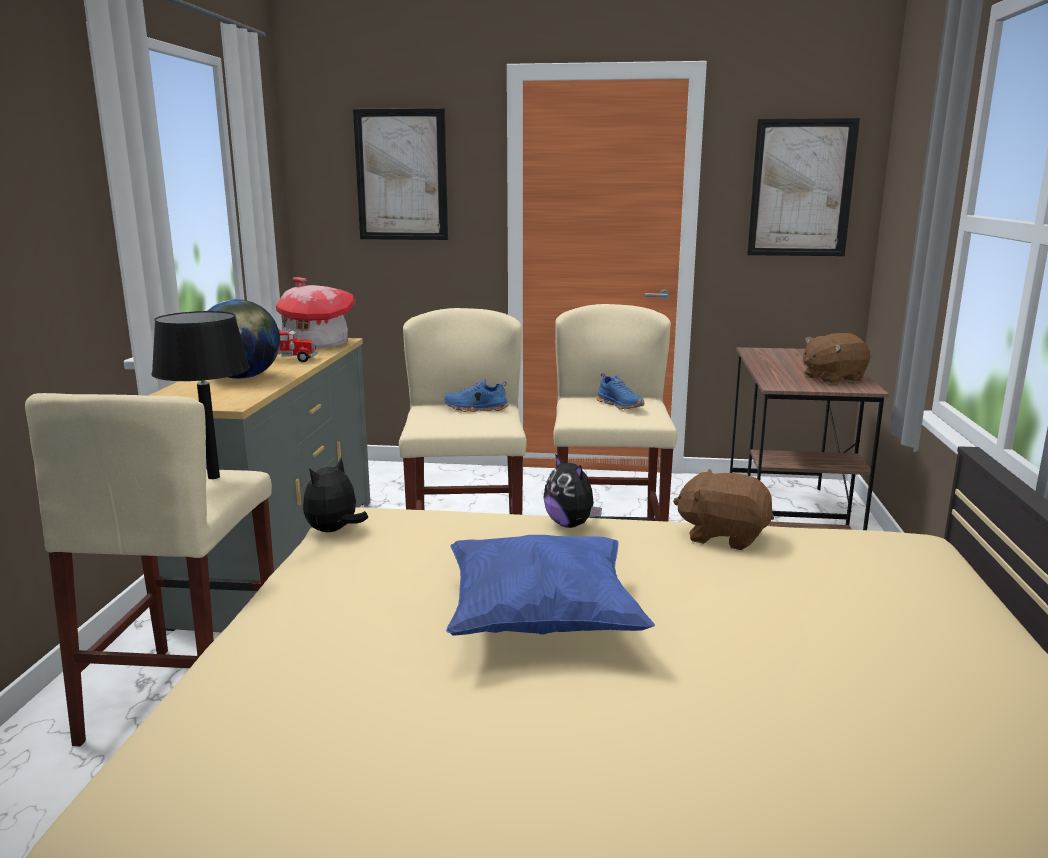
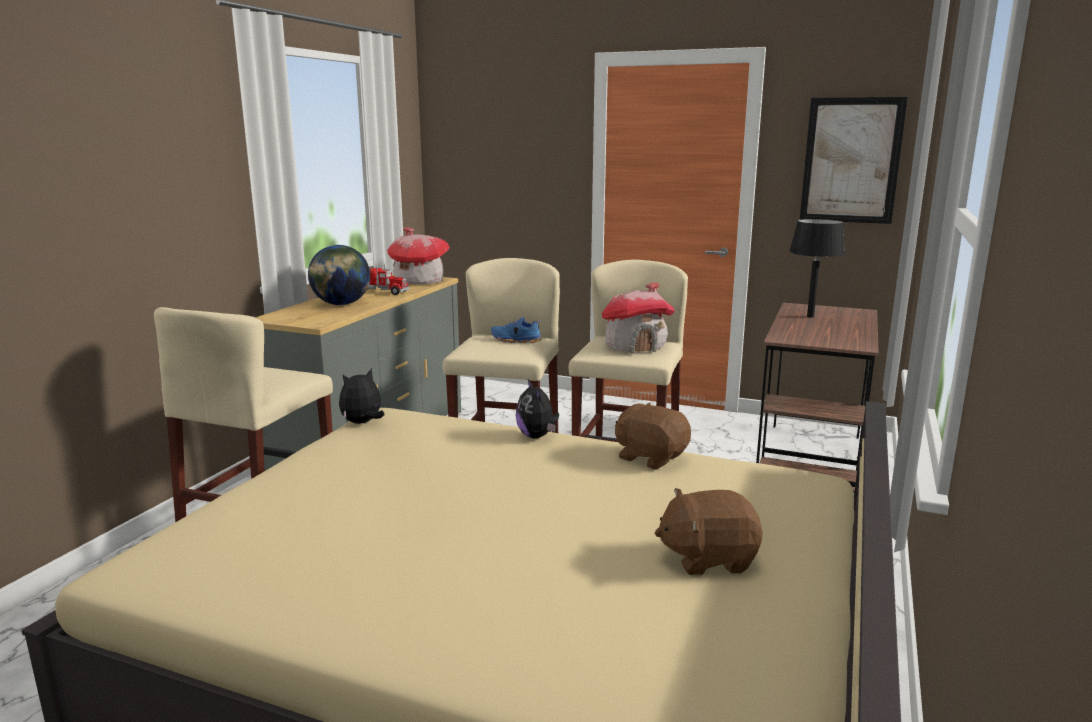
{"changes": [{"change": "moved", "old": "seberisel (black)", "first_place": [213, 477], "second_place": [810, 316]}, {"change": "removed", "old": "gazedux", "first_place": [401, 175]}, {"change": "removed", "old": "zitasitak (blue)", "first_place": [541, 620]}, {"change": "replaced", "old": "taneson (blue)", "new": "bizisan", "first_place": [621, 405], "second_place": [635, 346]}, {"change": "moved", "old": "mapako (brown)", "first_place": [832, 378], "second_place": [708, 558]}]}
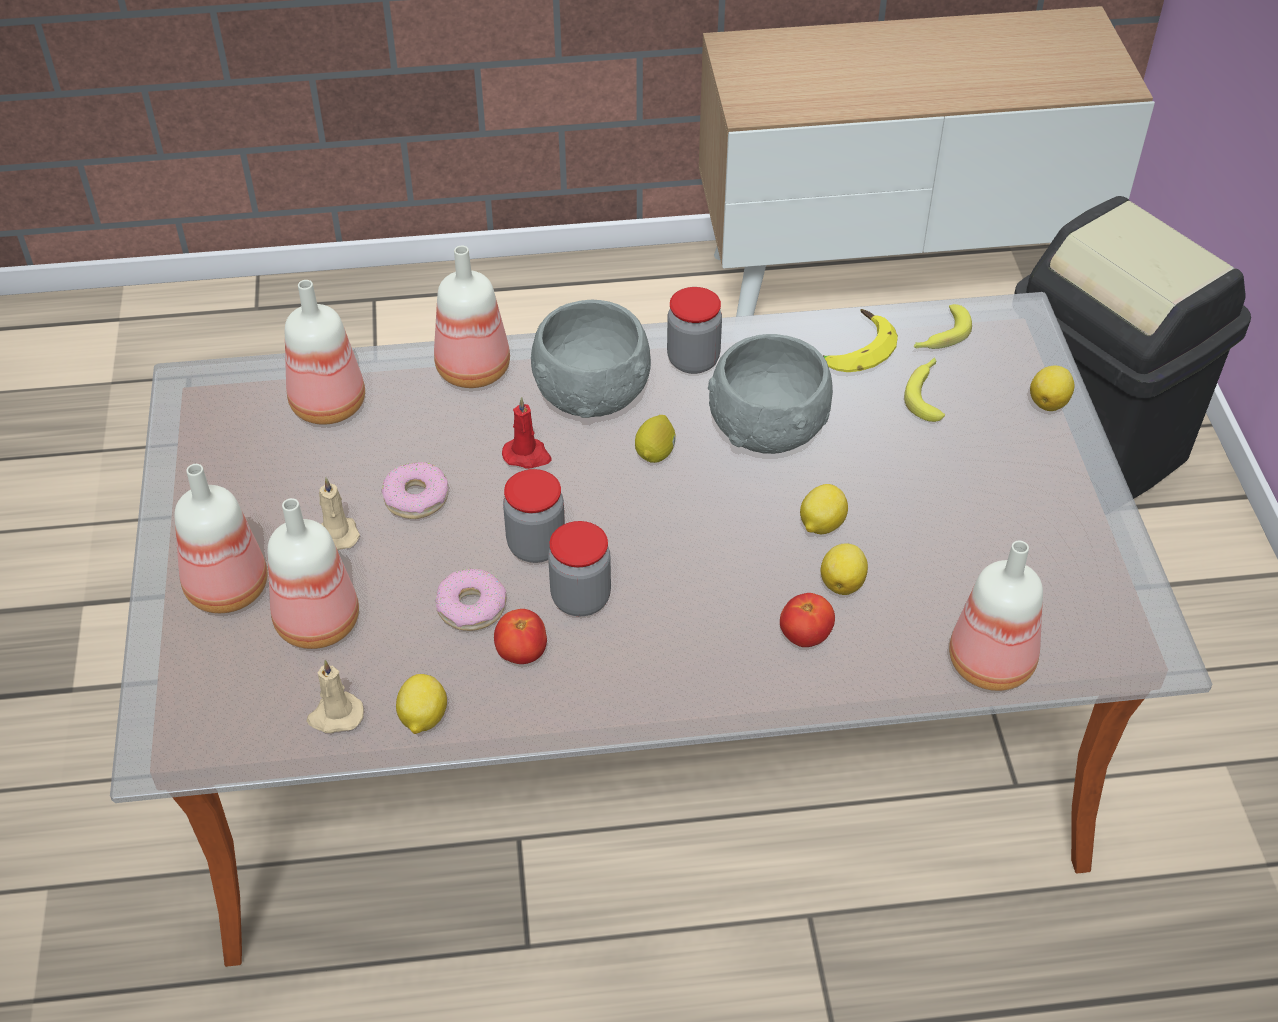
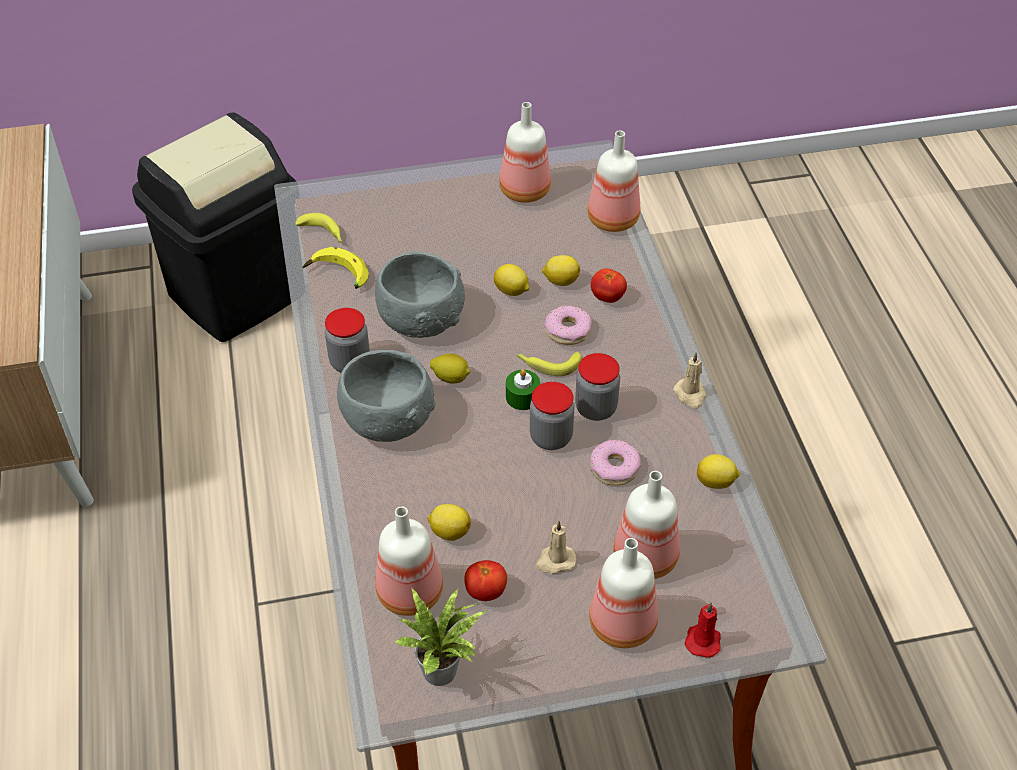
{"changes": [{"change": "moved", "old": "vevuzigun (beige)", "first_place": [335, 716], "second_place": [690, 395]}, {"change": "moved", "old": "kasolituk", "first_place": [416, 497], "second_place": [568, 330]}, {"change": "moved", "old": "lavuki", "first_place": [472, 368], "second_place": [523, 191]}, {"change": "moved", "old": "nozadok", "first_place": [521, 653], "second_place": [486, 591]}, {"change": "moved", "old": "vevuzigun (red)", "first_place": [527, 455], "second_place": [703, 639]}, {"change": "moved", "old": "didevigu", "first_place": [927, 393], "second_place": [548, 364]}, {"change": "moved", "old": "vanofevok", "first_place": [1049, 402], "second_place": [449, 531]}, {"change": "added", "new": "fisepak", "second_place": [444, 671]}, {"change": "added", "new": "vevuzigun (green)", "second_place": [522, 397]}]}
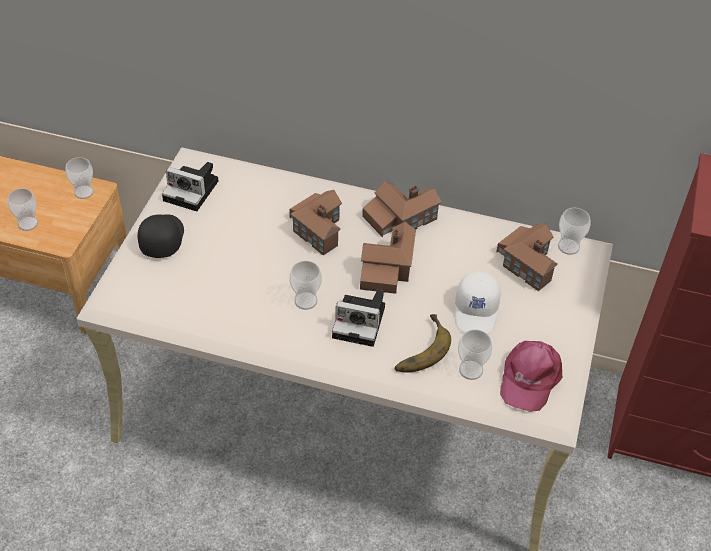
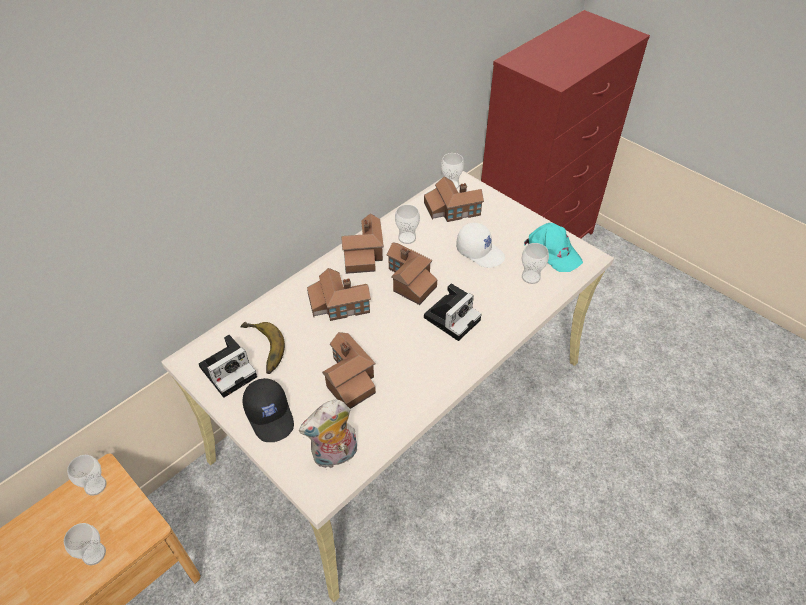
{"changes": [{"change": "turned", "old": "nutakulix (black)", "first_place": [161, 239], "second_place": [271, 415], "degrees": -150}, {"change": "moved", "old": "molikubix", "first_place": [305, 301], "second_place": [407, 238]}, {"change": "moved", "old": "didevigu", "first_place": [418, 348], "second_place": [260, 350]}, {"change": "recoloured", "old": "nutakulix (pink)", "new": "nutakulix (turquoise)", "first_place": [529, 378], "second_place": [552, 252]}, {"change": "added", "new": "mapako", "second_place": [335, 456]}, {"change": "added", "new": "bizisan", "second_place": [349, 378]}]}
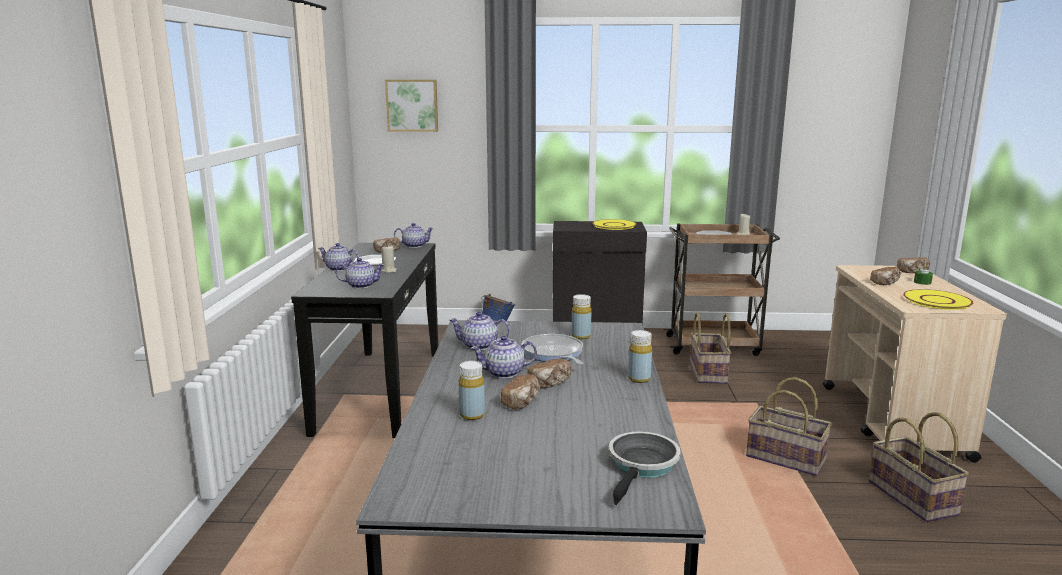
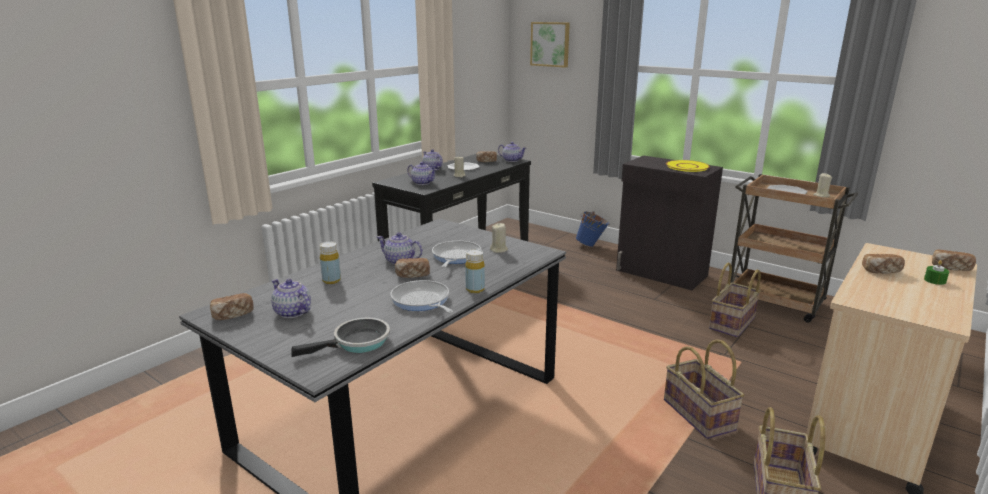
{"changes": [{"change": "moved", "old": "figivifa", "first_place": [480, 346], "second_place": [292, 312]}, {"change": "moved", "old": "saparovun", "first_place": [522, 402], "second_place": [233, 315]}, {"change": "replaced", "old": "lavuki (yellow)", "new": "vevuzigun (beige)", "first_place": [581, 336], "second_place": [499, 250]}, {"change": "removed", "old": "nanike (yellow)", "first_place": [936, 301]}, {"change": "added", "new": "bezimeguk", "second_place": [421, 301]}]}
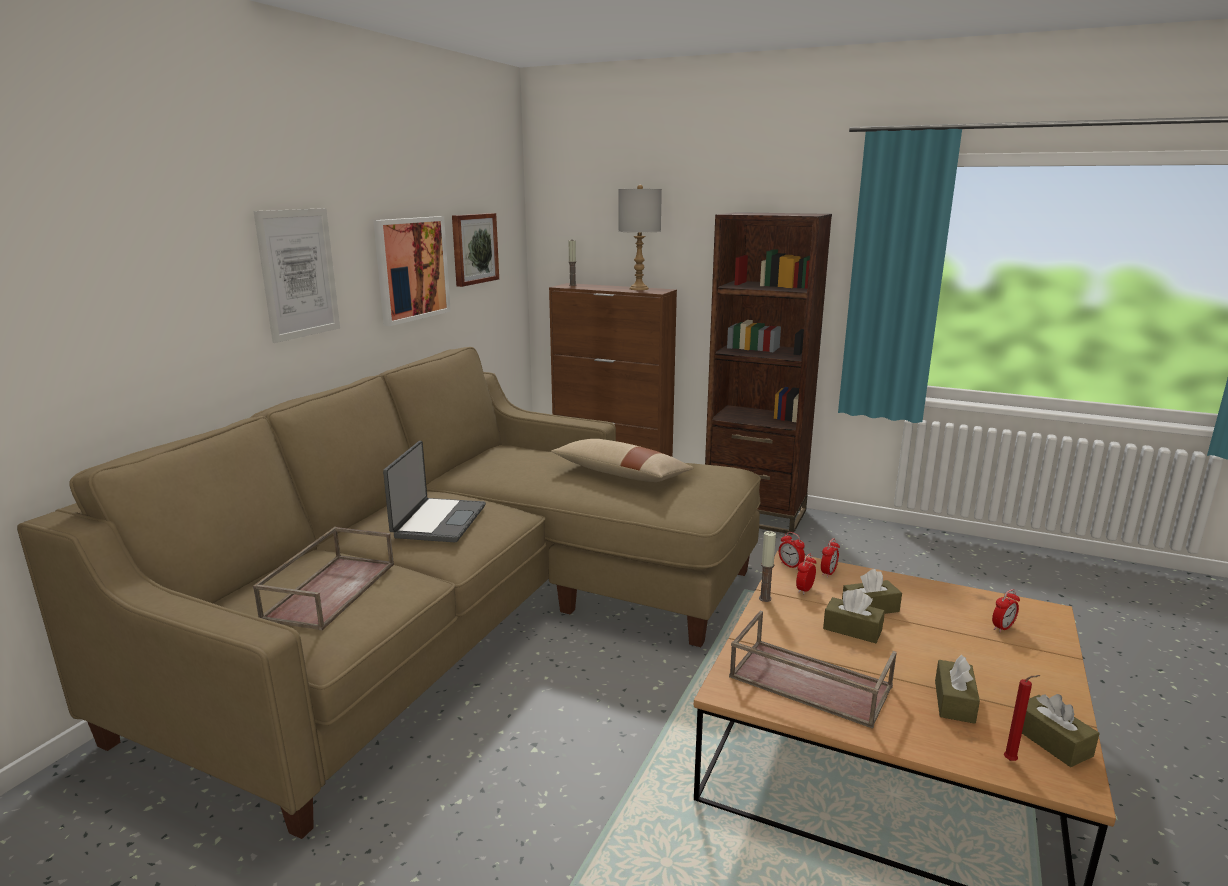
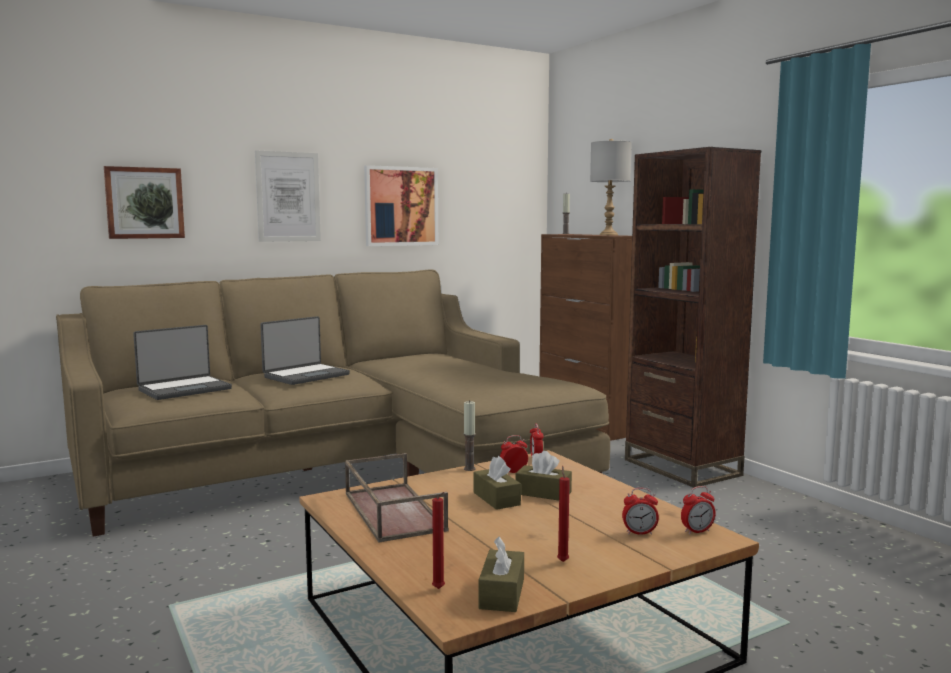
{"changes": [{"change": "replaced", "old": "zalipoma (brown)", "new": "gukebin", "first_place": [330, 589], "second_place": [184, 389]}, {"change": "moved", "old": "gazedux", "first_place": [474, 248], "second_place": [144, 203]}, {"change": "removed", "old": "zitasitak (beige)", "first_place": [621, 474]}, {"change": "moved", "old": "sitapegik", "first_place": [828, 573], "second_place": [697, 531]}, {"change": "removed", "old": "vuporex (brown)", "first_place": [954, 701]}, {"change": "added", "new": "vevuzigun (red)", "second_place": [562, 561]}]}
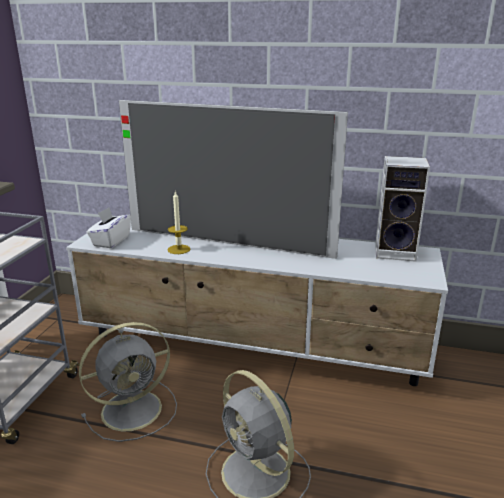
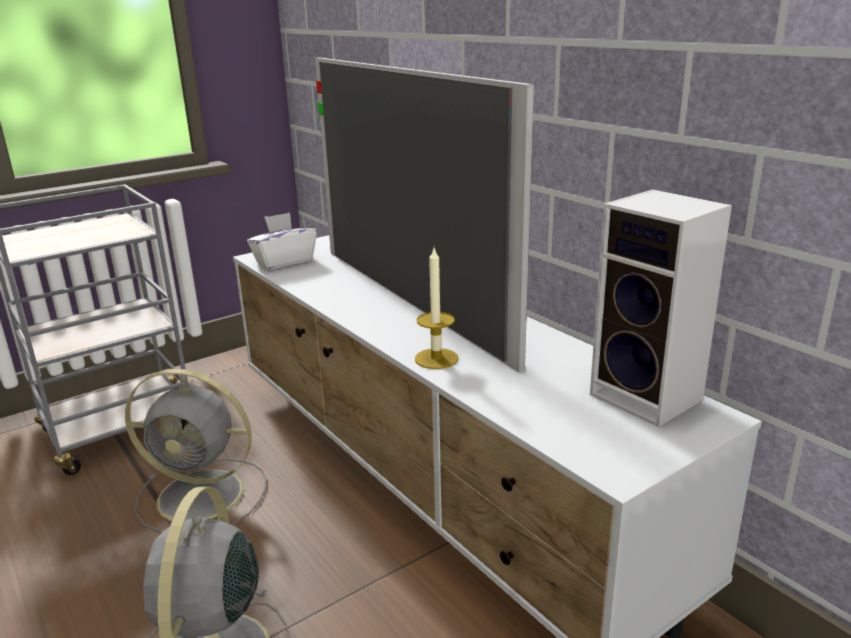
{"changes": [{"change": "moved", "old": "vevuzigun", "first_place": [179, 249], "second_place": [436, 358]}]}
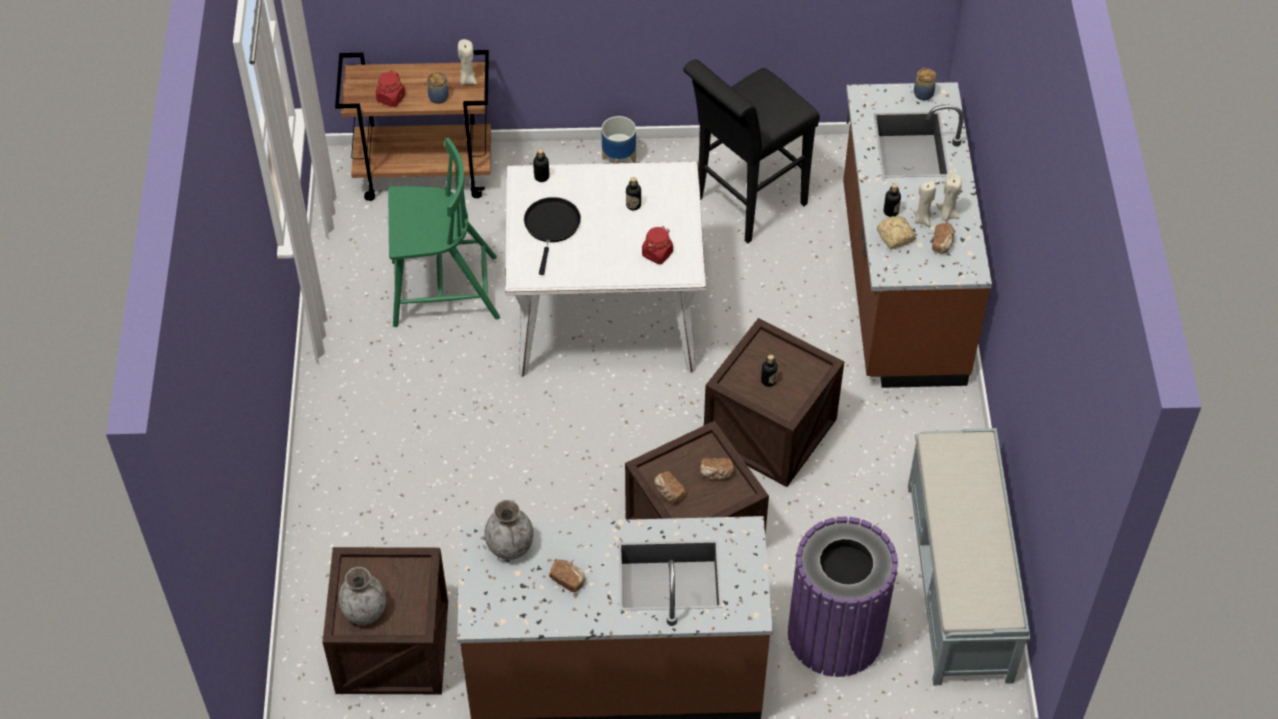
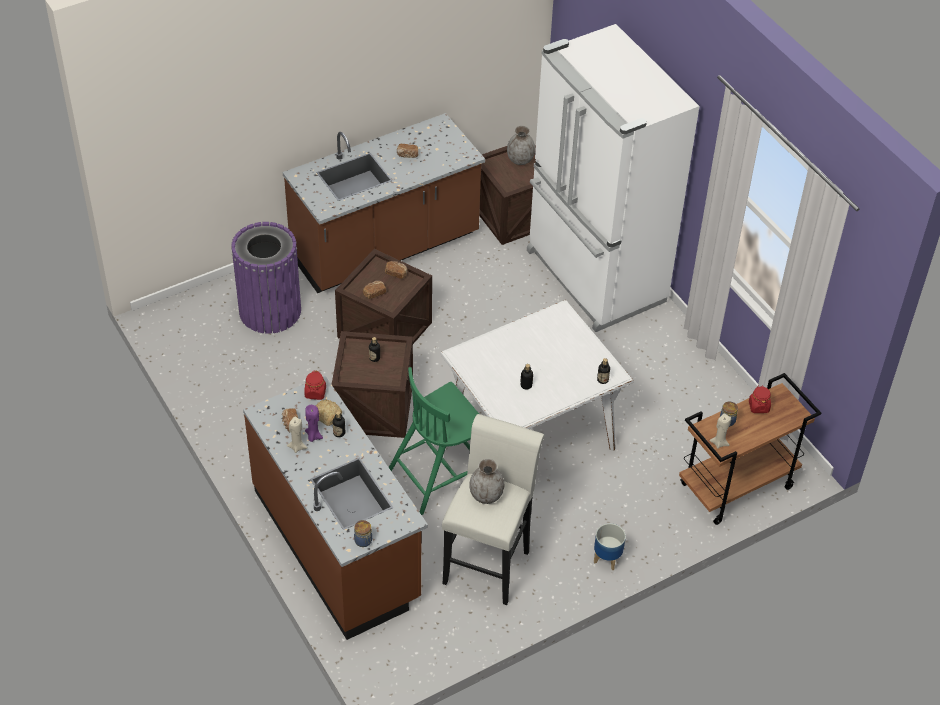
{"changes": [{"change": "moved", "old": "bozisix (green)", "first_place": [442, 291], "second_place": [440, 474]}, {"change": "moved", "old": "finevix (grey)", "first_place": [510, 546], "second_place": [486, 495]}, {"change": "removed", "old": "bezimeguk (black)", "first_place": [551, 227]}, {"change": "moved", "old": "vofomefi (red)", "first_place": [657, 253], "second_place": [315, 393]}, {"change": "recoloured", "old": "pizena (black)", "new": "pizena (white)", "first_place": [744, 205], "second_place": [489, 562]}, {"change": "removed", "old": "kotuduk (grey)", "first_place": [959, 583]}, {"change": "recoloured", "old": "vevuzigun (beige)", "new": "vevuzigun (purple)", "first_place": [922, 219], "second_place": [313, 436]}, {"change": "added", "new": "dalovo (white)", "second_place": [594, 277]}]}
